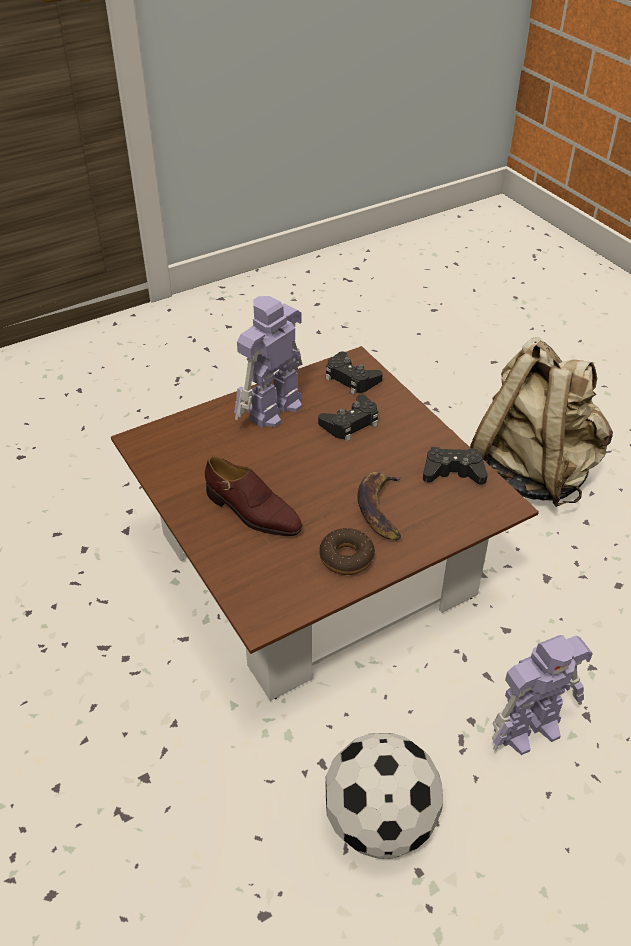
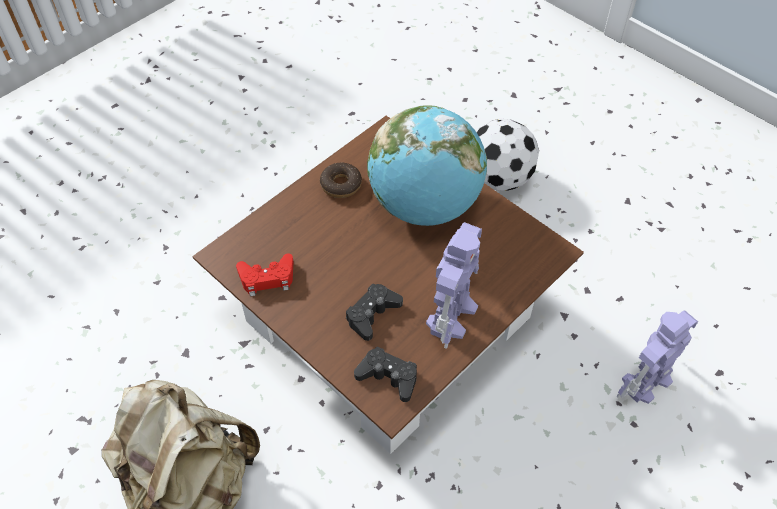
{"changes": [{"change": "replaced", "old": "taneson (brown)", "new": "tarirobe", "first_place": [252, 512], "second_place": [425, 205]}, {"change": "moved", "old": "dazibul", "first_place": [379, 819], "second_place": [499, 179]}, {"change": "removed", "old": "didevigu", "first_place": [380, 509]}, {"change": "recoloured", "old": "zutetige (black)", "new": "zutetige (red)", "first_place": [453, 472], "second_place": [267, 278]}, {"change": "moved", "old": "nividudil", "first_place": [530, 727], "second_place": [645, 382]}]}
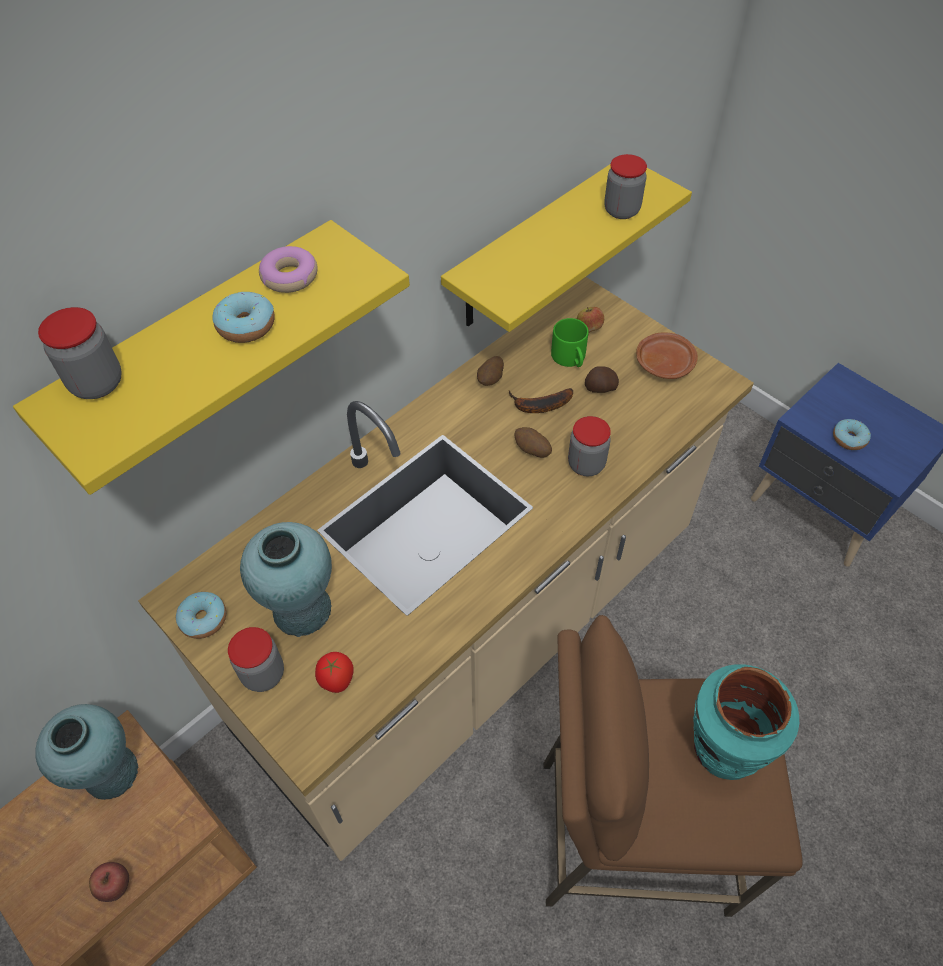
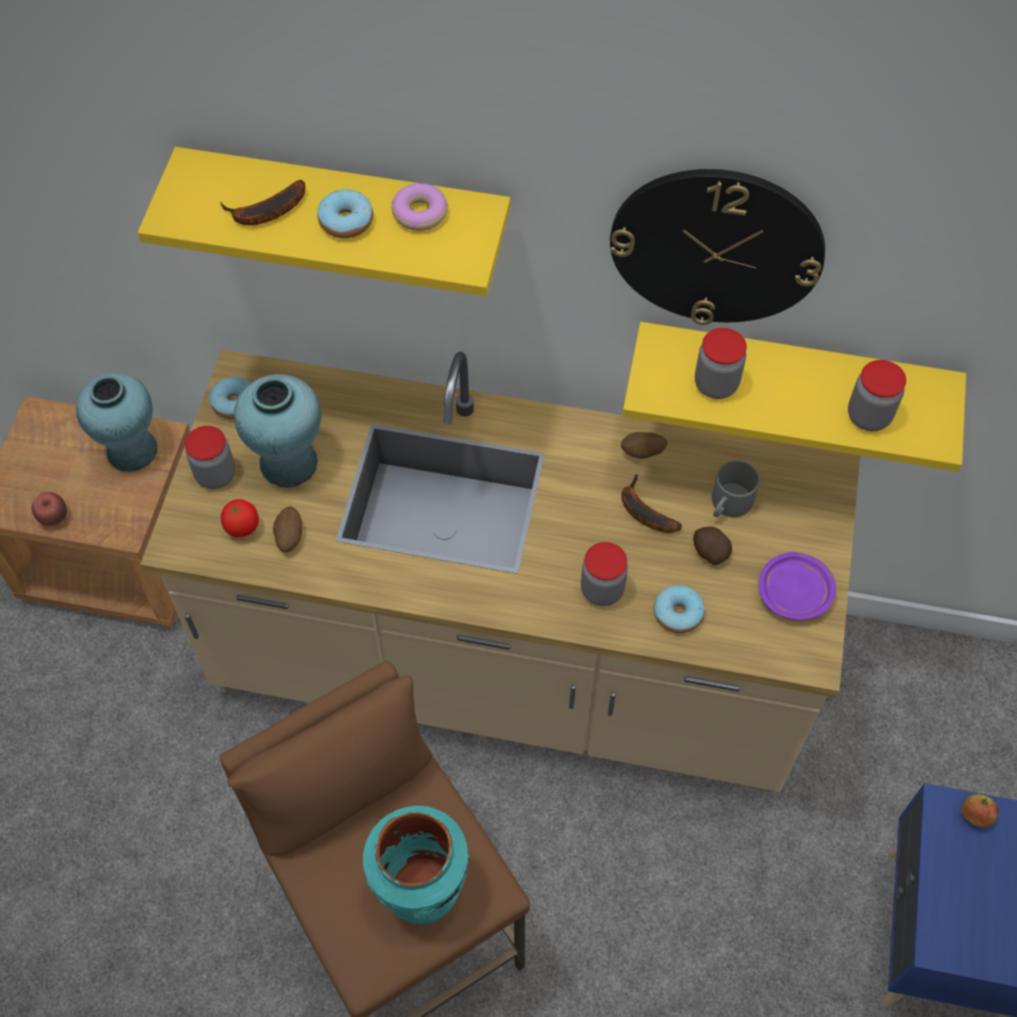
{"changes": [{"change": "moved", "old": "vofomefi", "first_place": [97, 383], "second_place": [716, 384]}, {"change": "moved", "old": "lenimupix", "first_place": [532, 450], "second_place": [289, 537]}, {"change": "recoloured", "old": "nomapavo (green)", "new": "nomapavo (grey)", "first_place": [571, 358], "second_place": [729, 505]}, {"change": "moved", "old": "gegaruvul", "first_place": [589, 329], "second_place": [975, 815]}, {"change": "recoloured", "old": "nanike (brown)", "new": "nanike (purple)", "first_place": [664, 363], "second_place": [795, 592]}, {"change": "moved", "old": "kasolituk", "first_place": [849, 439], "second_place": [678, 613]}, {"change": "added", "new": "didevigu", "second_place": [265, 213]}, {"change": "added", "new": "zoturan", "second_place": [716, 246]}]}
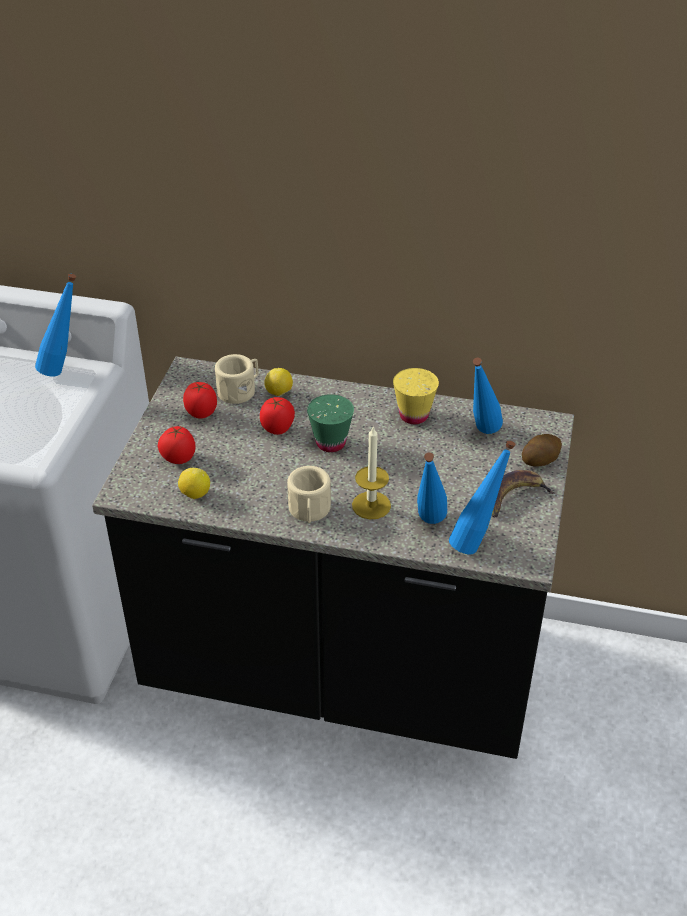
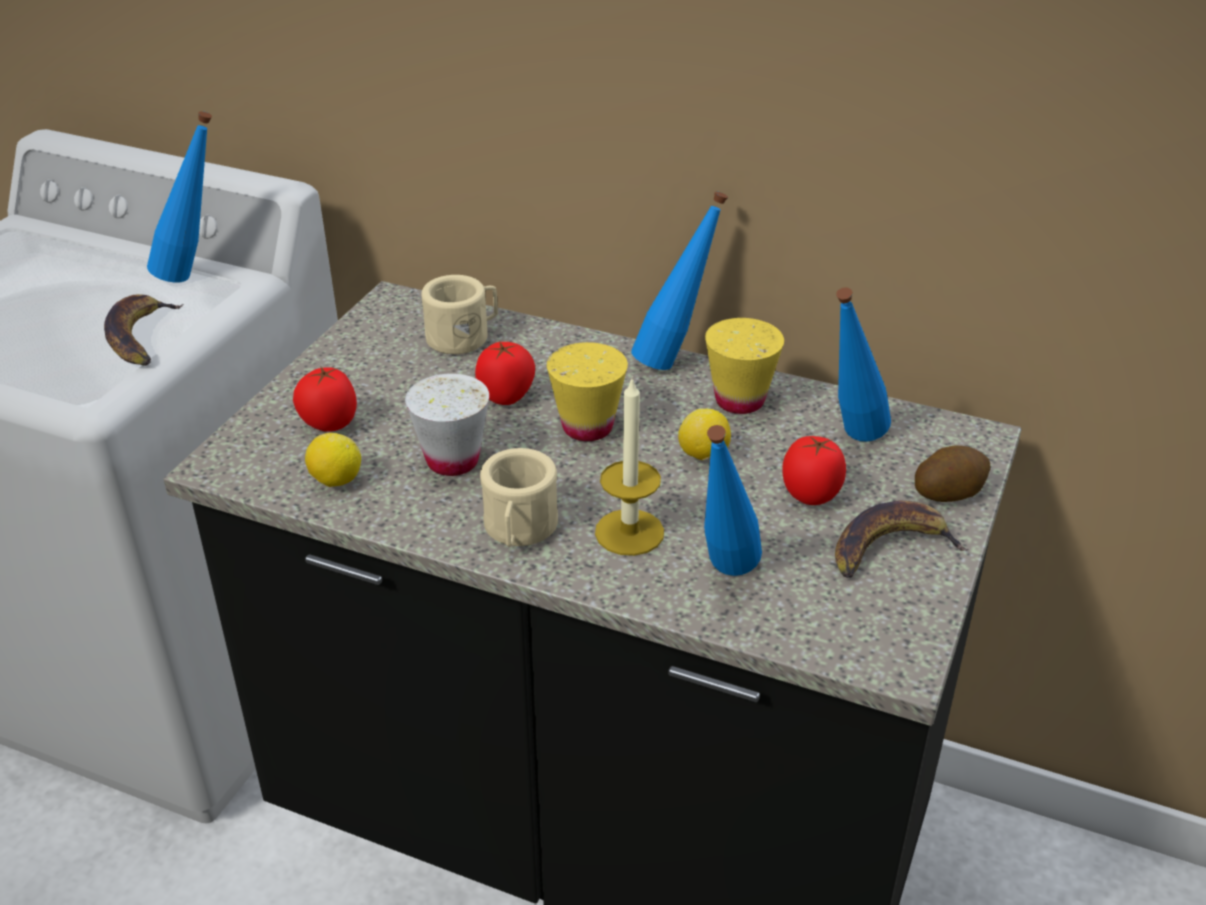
{"changes": [{"change": "moved", "old": "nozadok", "first_place": [201, 413], "second_place": [810, 495]}, {"change": "moved", "old": "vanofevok", "first_place": [279, 393], "second_place": [704, 455]}, {"change": "recoloured", "old": "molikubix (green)", "new": "molikubix (yellow)", "first_place": [330, 443], "second_place": [587, 427]}, {"change": "moved", "old": "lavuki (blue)", "first_place": [477, 541], "second_place": [675, 359]}, {"change": "added", "new": "didevigu", "second_place": [141, 337]}, {"change": "added", "new": "molikubix (white)", "second_place": [452, 461]}]}
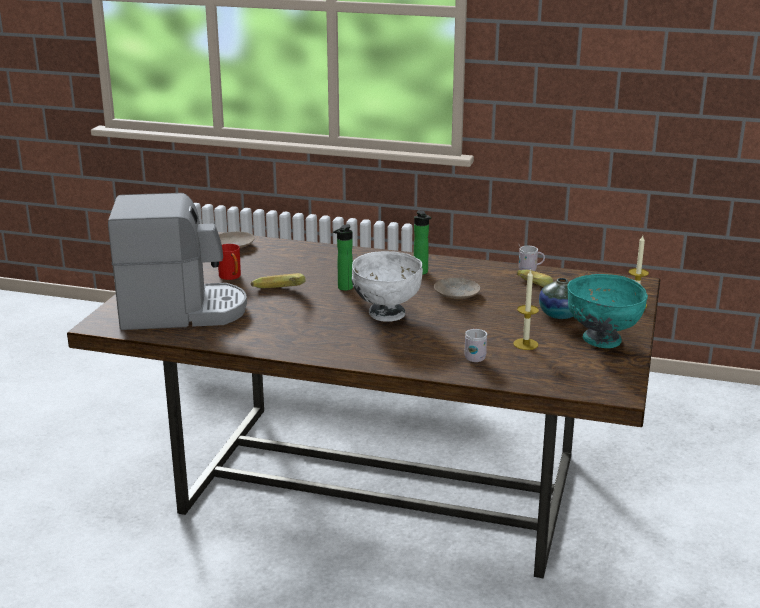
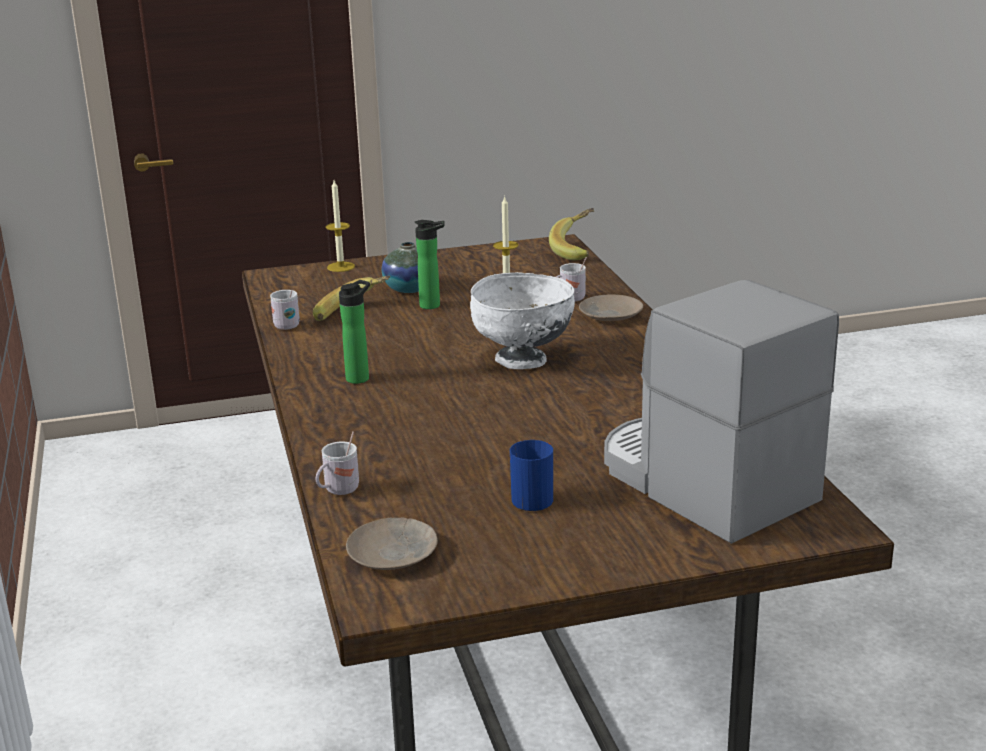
{"changes": [{"change": "recoloured", "old": "nomapavo (red)", "new": "nomapavo (blue)", "first_place": [231, 277], "second_place": [536, 497]}, {"change": "moved", "old": "didevigu", "first_place": [278, 295], "second_place": [579, 250]}, {"change": "moved", "old": "lavuki", "first_place": [344, 288], "second_place": [433, 305]}, {"change": "moved", "old": "nanike (beige)", "first_place": [457, 293], "second_place": [610, 315]}, {"change": "removed", "old": "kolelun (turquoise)", "first_place": [602, 340]}, {"change": "added", "new": "nomapavo (white)", "second_place": [338, 491]}]}
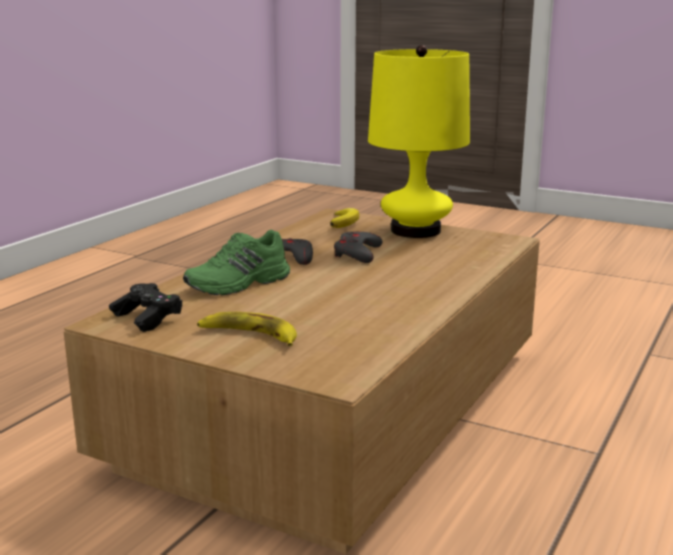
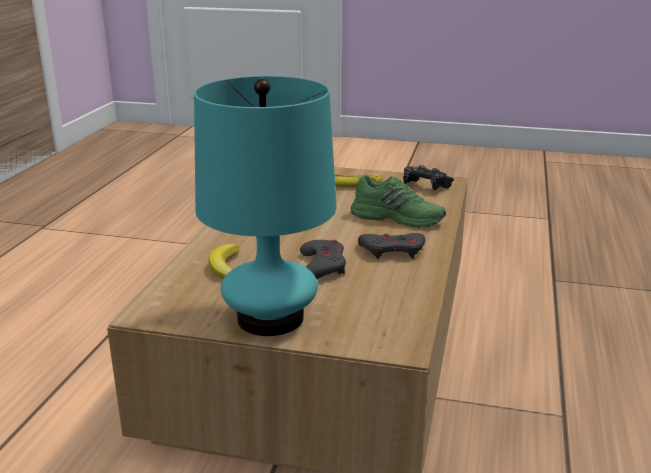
{"changes": [{"change": "turned", "old": "taneson (green)", "first_place": [239, 284], "second_place": [398, 218], "degrees": 75}, {"change": "moved", "old": "didevigu", "first_place": [344, 221], "second_place": [226, 267]}, {"change": "recoloured", "old": "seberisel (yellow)", "new": "seberisel (turquoise)", "first_place": [415, 230], "second_place": [270, 318]}]}
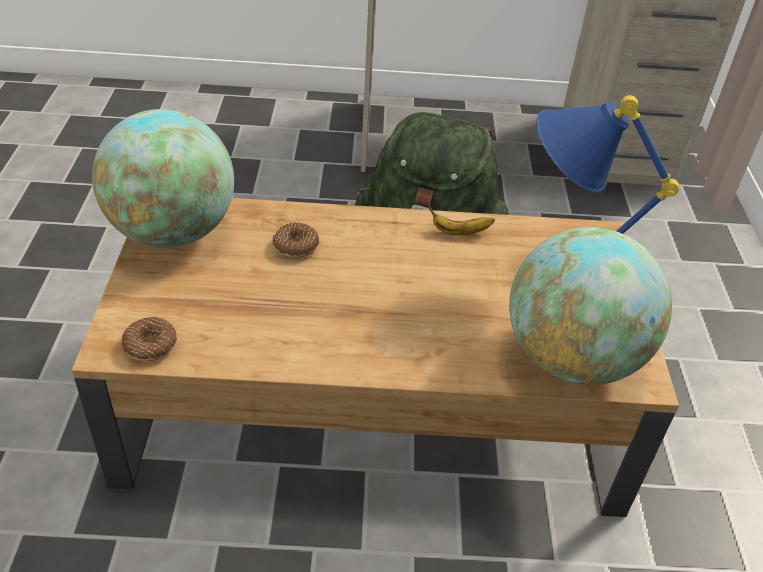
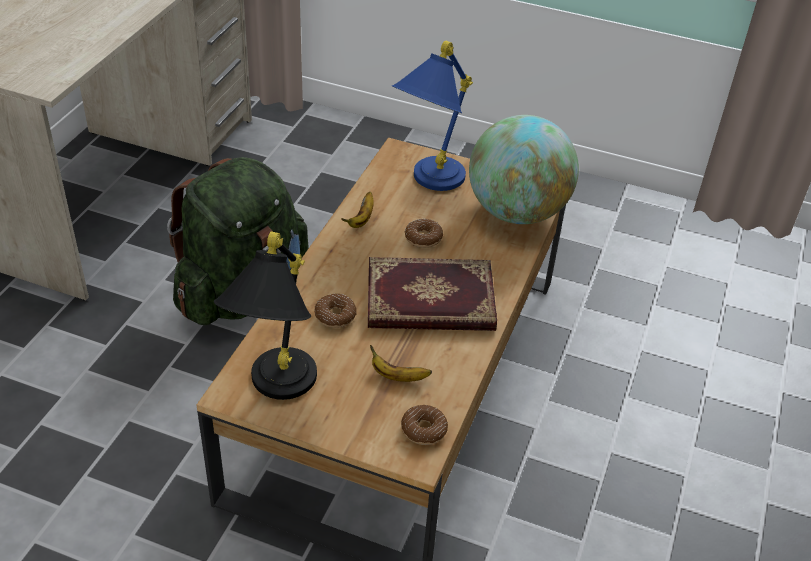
{"changes": [{"change": "replaced", "old": "tarirobe", "new": "seberisel (black)", "first_place": [172, 232], "second_place": [275, 393]}, {"change": "added", "new": "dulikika", "second_place": [430, 301]}, {"change": "added", "new": "didevigu", "second_place": [397, 376]}, {"change": "added", "new": "kasolituk", "second_place": [423, 238]}]}
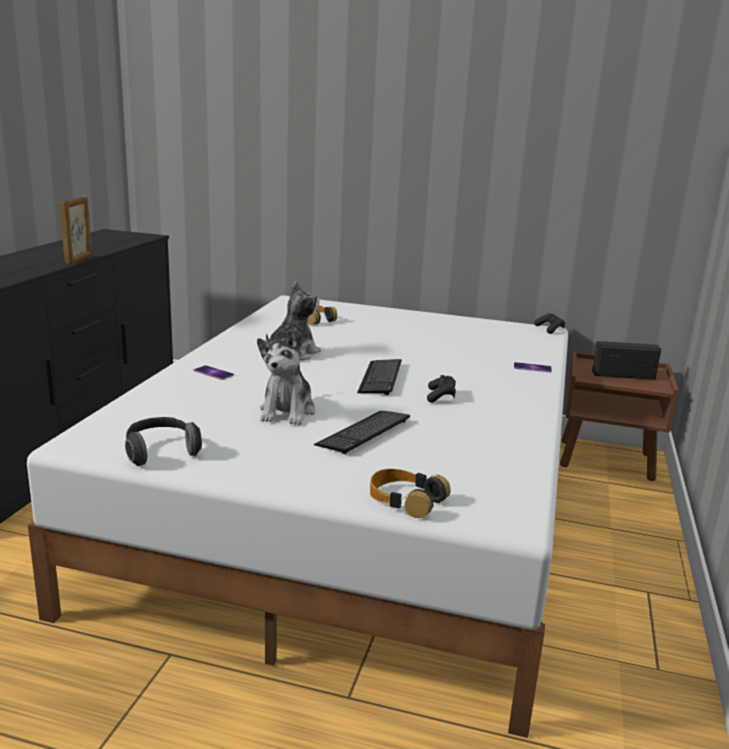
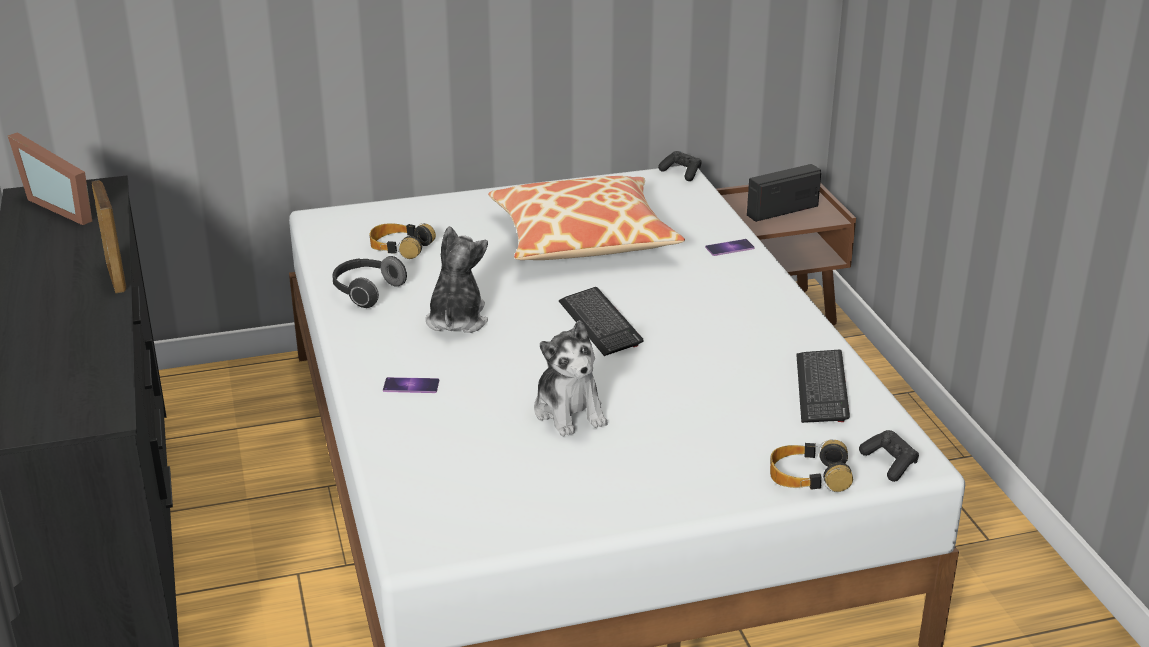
{"changes": [{"change": "moved", "old": "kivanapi", "first_place": [160, 452], "second_place": [366, 292]}, {"change": "moved", "old": "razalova", "first_place": [364, 433], "second_place": [821, 388]}, {"change": "moved", "old": "zutetige (black)", "first_place": [440, 396], "second_place": [889, 464]}, {"change": "added", "new": "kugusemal", "second_place": [65, 205]}, {"change": "added", "new": "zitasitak", "second_place": [583, 238]}]}
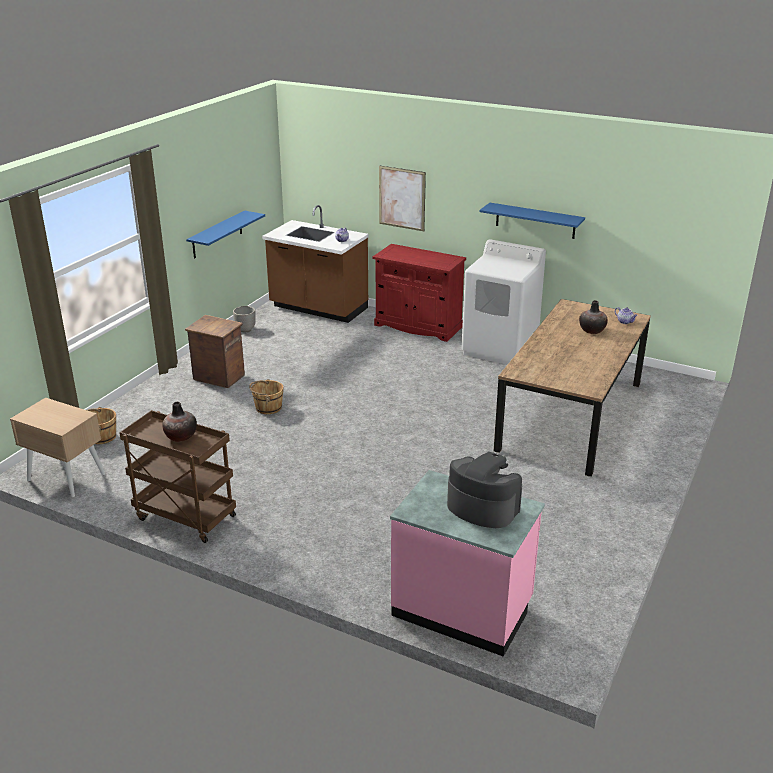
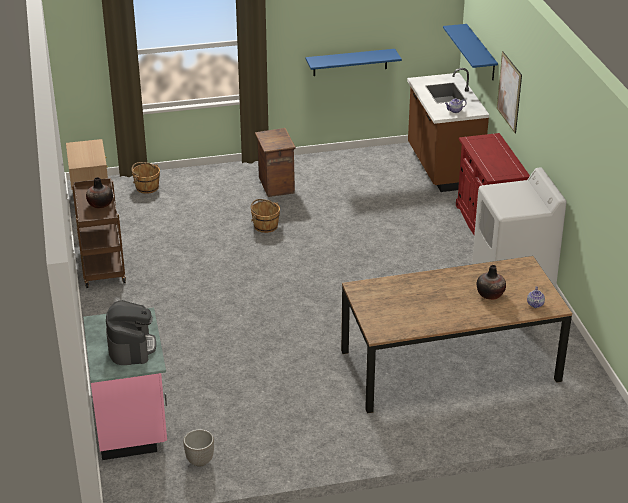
{"changes": [{"change": "moved", "old": "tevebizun", "first_place": [245, 329], "second_place": [200, 461]}, {"change": "moved", "old": "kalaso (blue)", "first_place": [535, 220], "second_place": [481, 53]}]}
